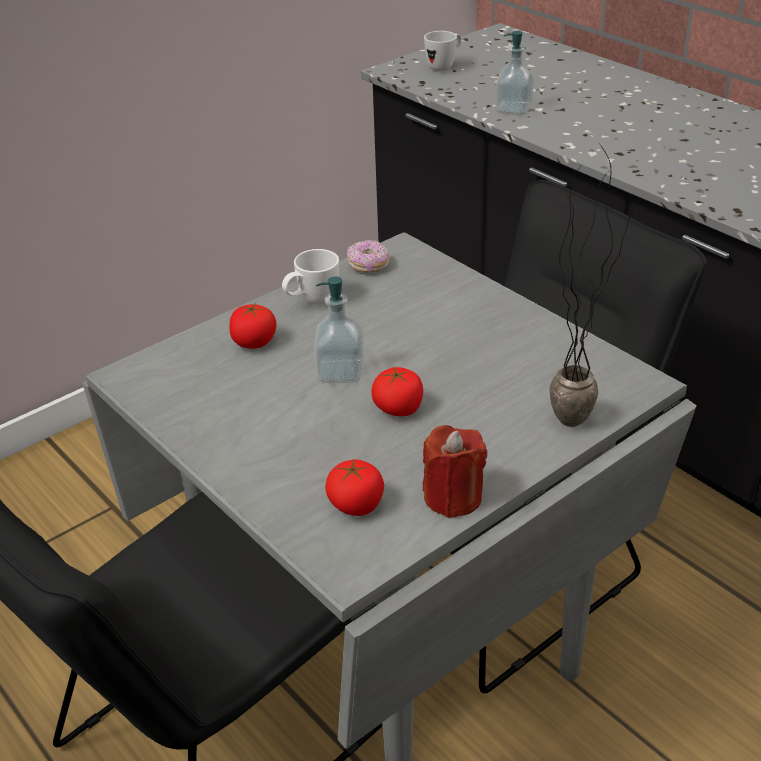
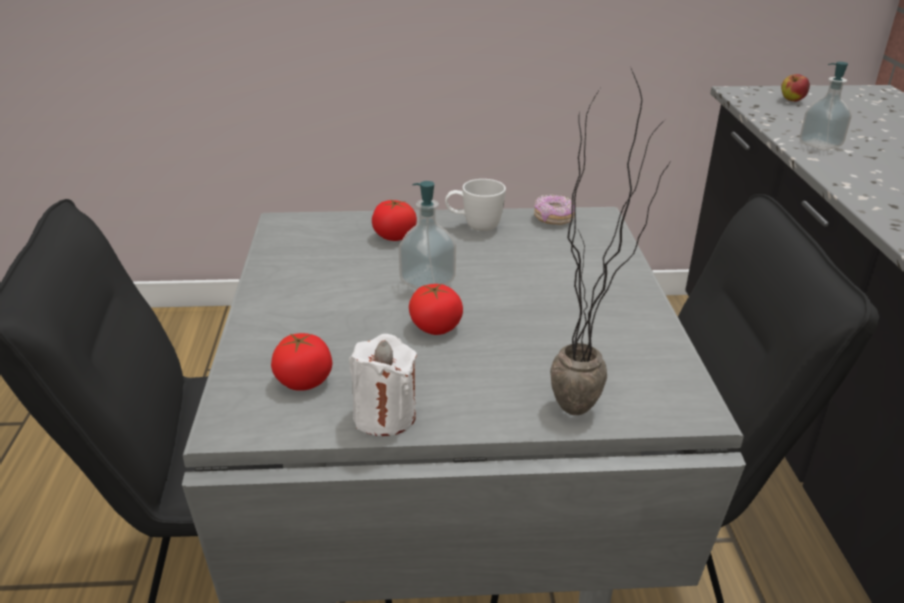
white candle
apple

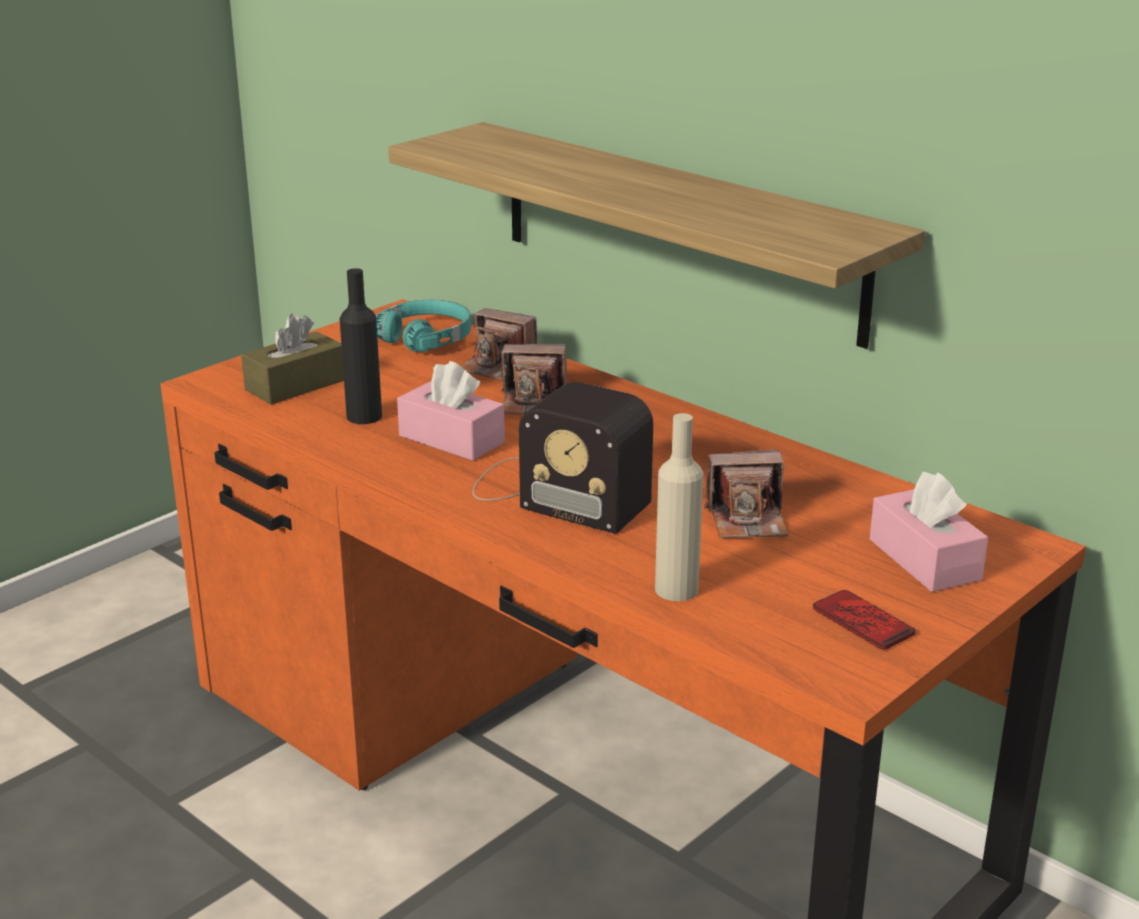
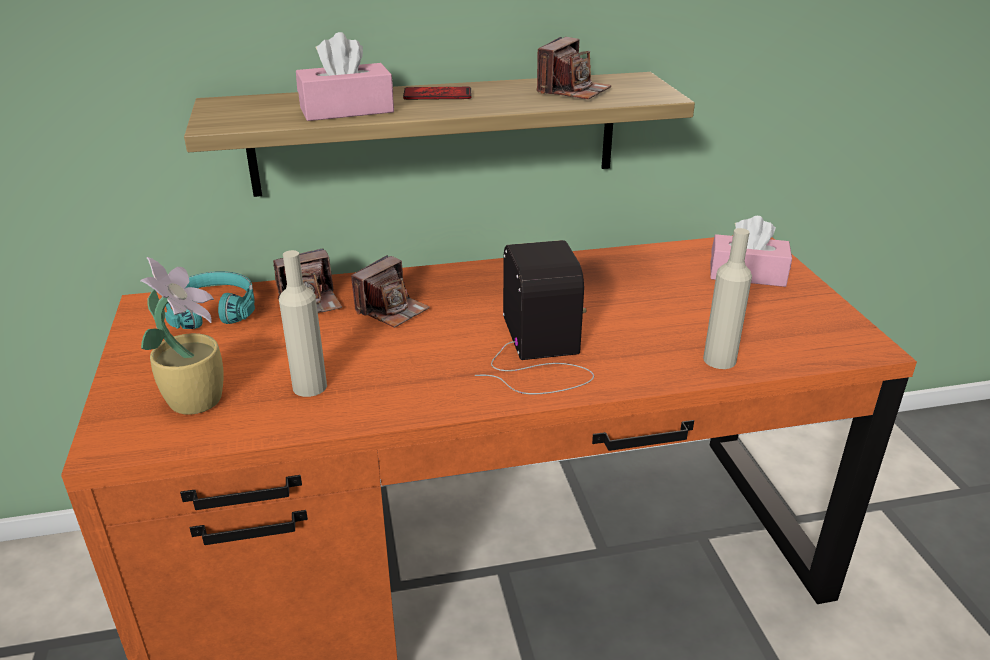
potted plant
beige bottle (1st from left)
pink tissue box (1st from left)
radio
photo camera (3rd from left)
phone

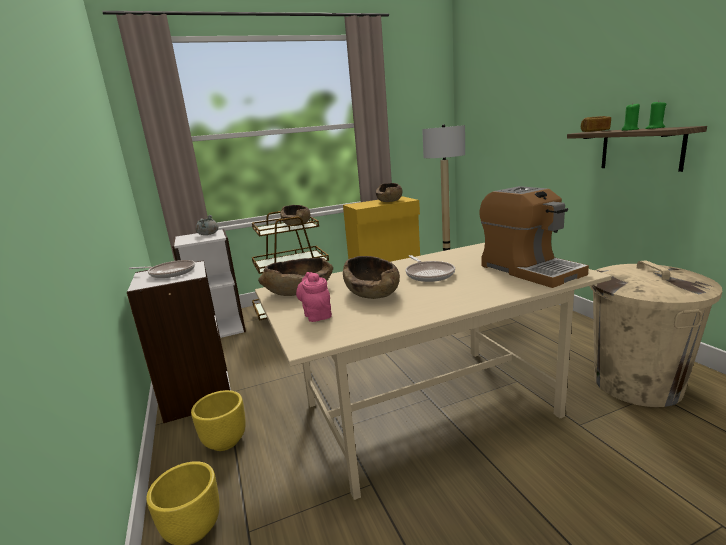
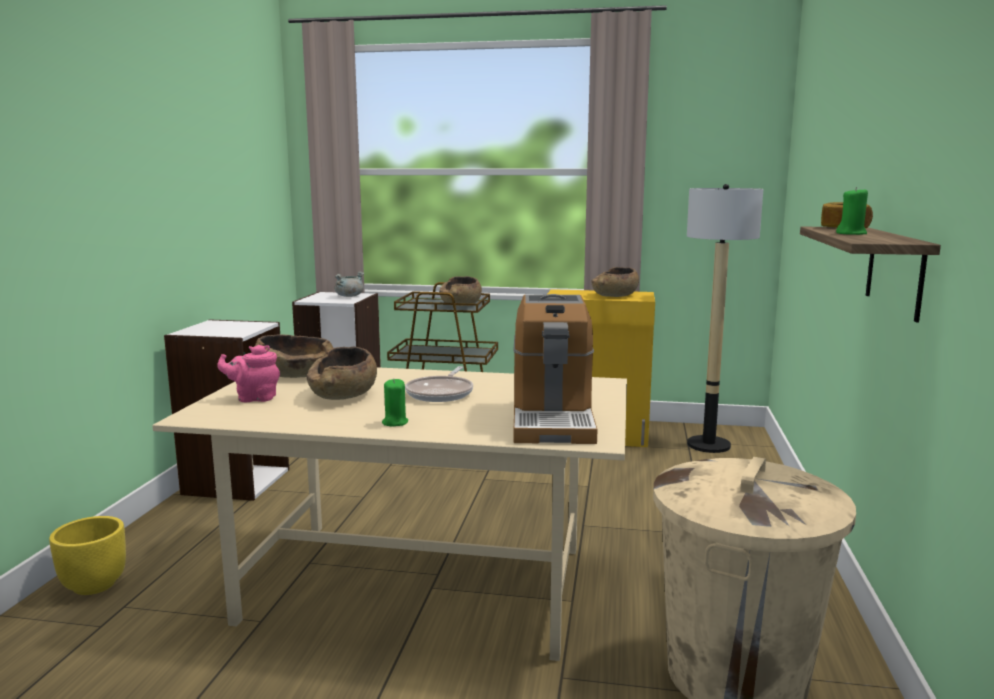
frying pan (1st from left in the first image)
yellow planter (2nd from left in the first image)
pink teapot
green candle (1st from left)

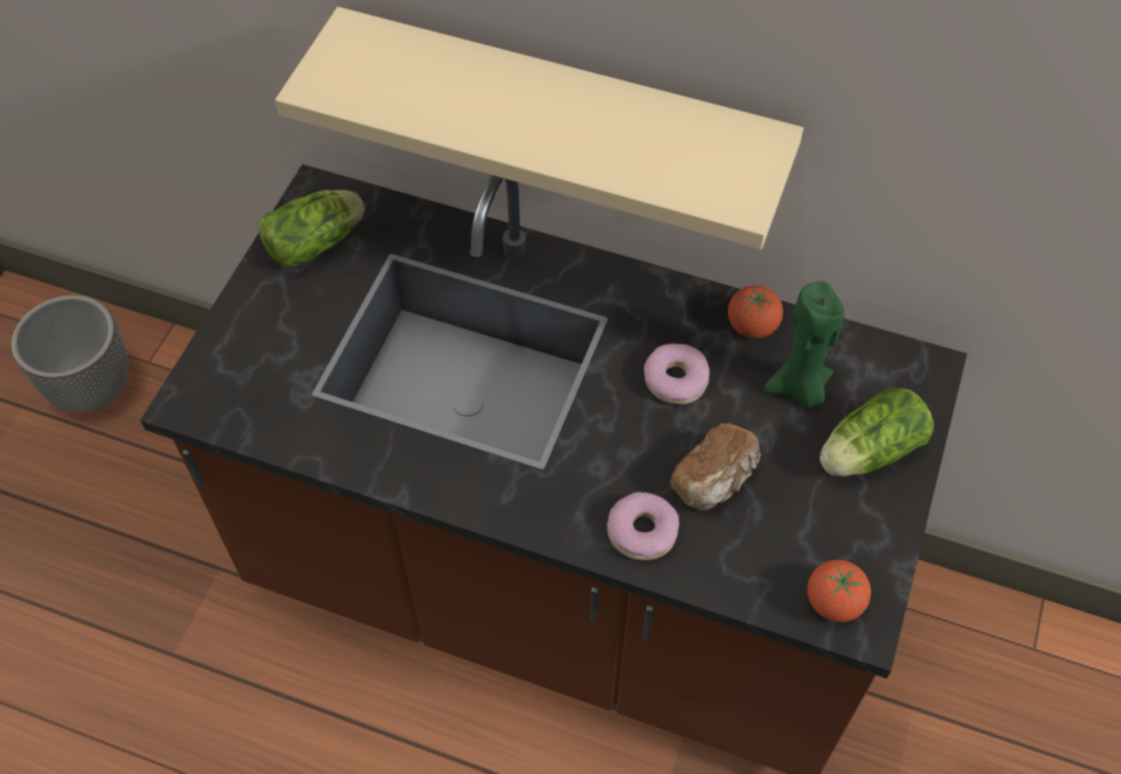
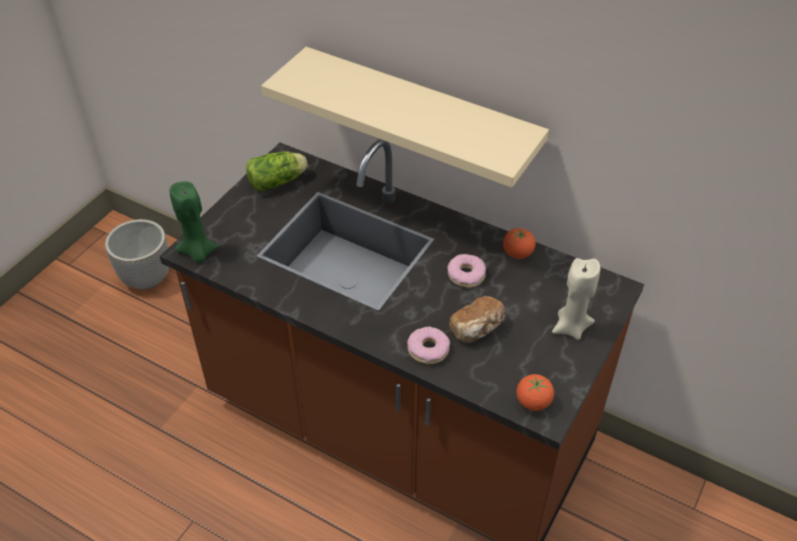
green candle
beige candle

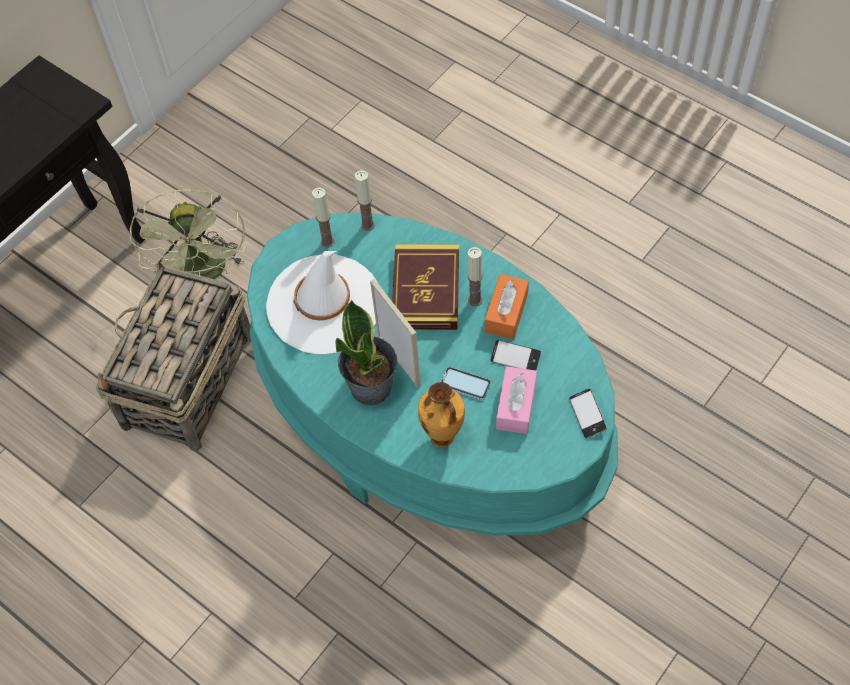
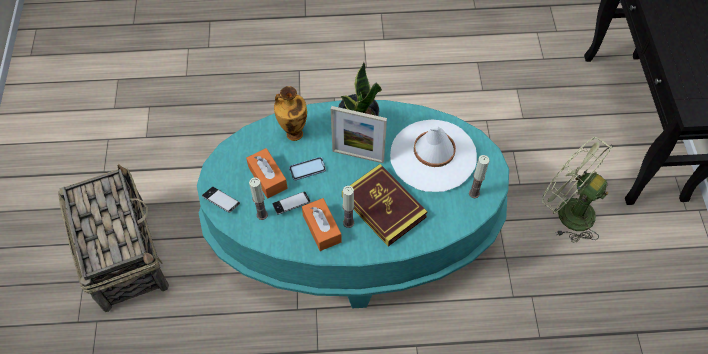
basket
candle (1st from left)
orange tissue box (1st from left)

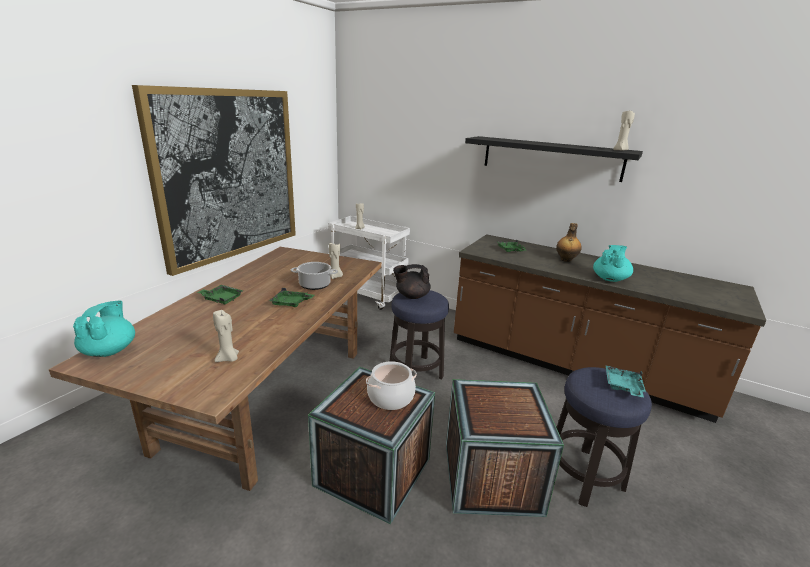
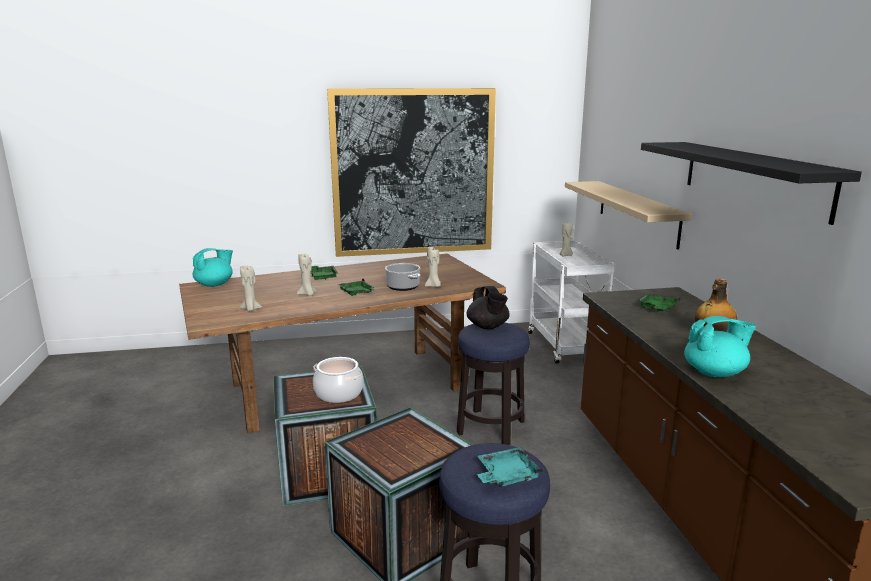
black teapot
beige candle (2nd from left)
beige shelf

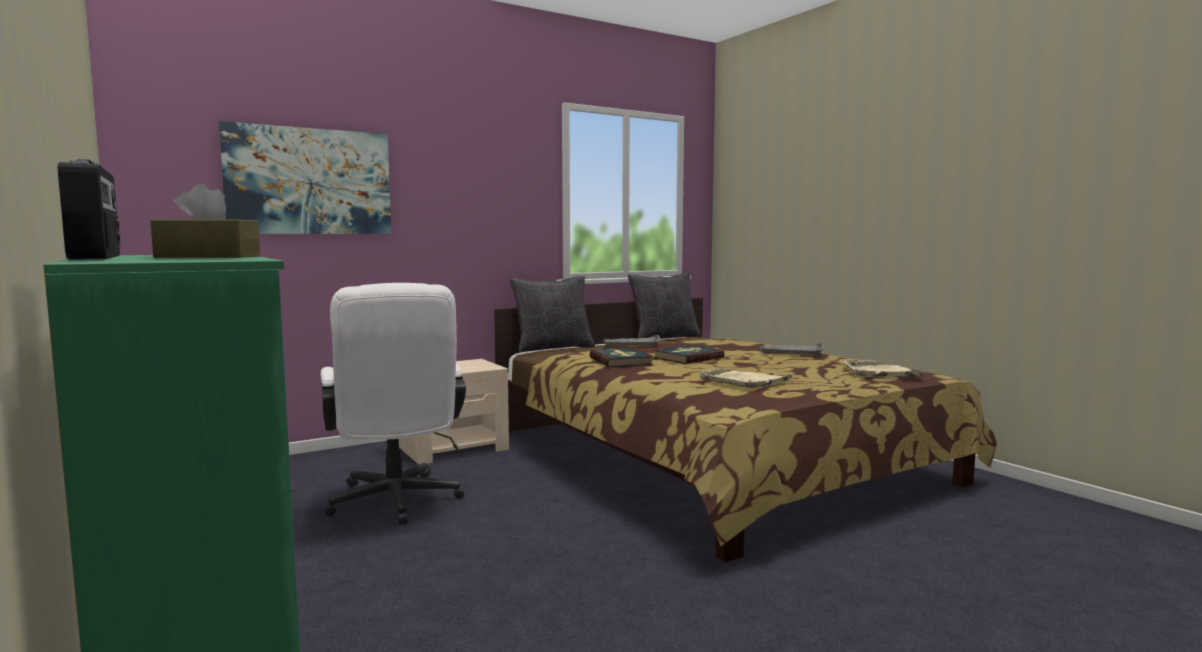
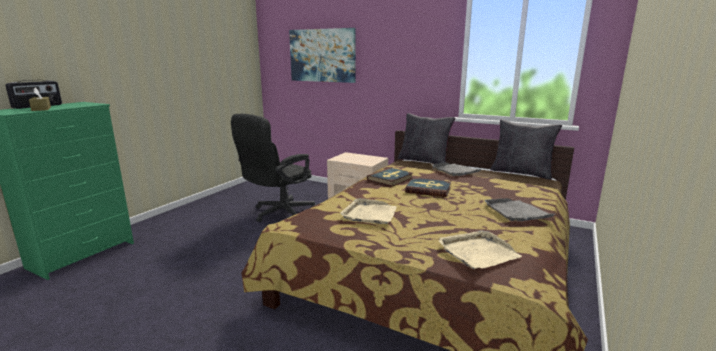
black office chair

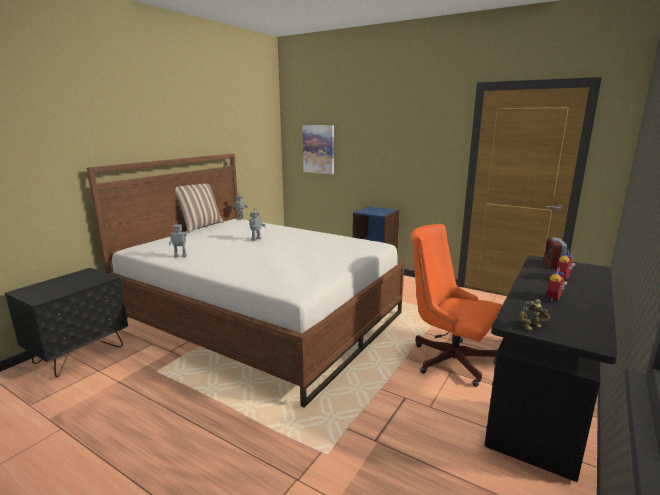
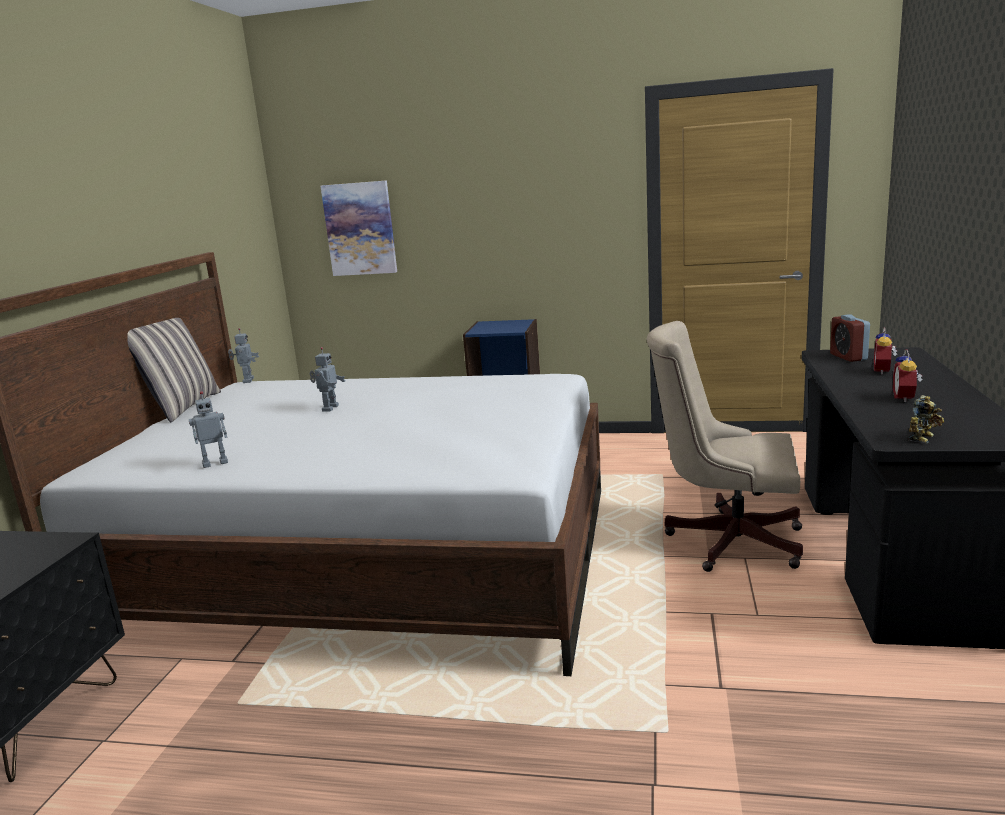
beige office chair

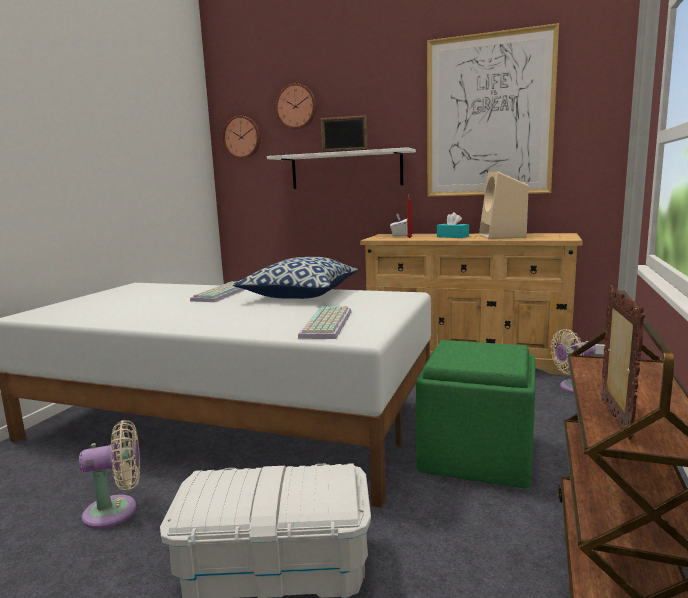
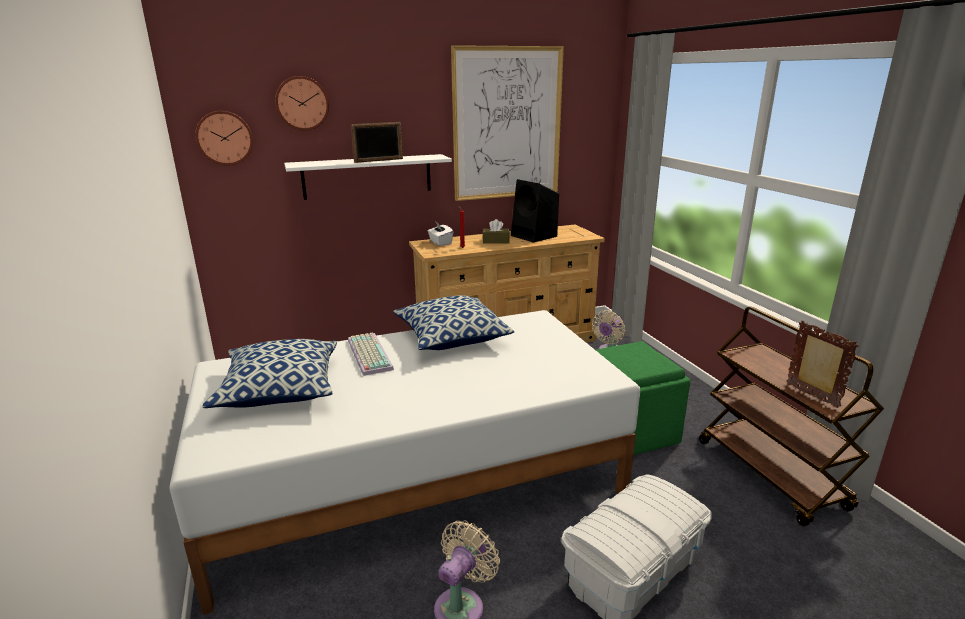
keyboard (2nd from left in the first image)
brown tissue box
black speaker
pillow (1st from left)

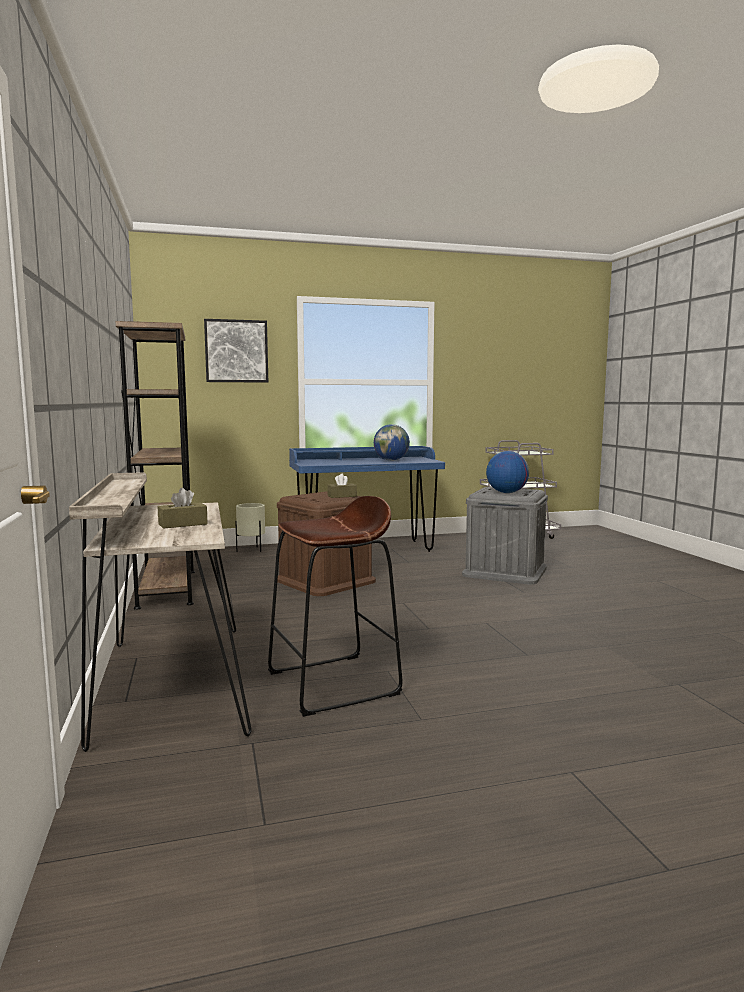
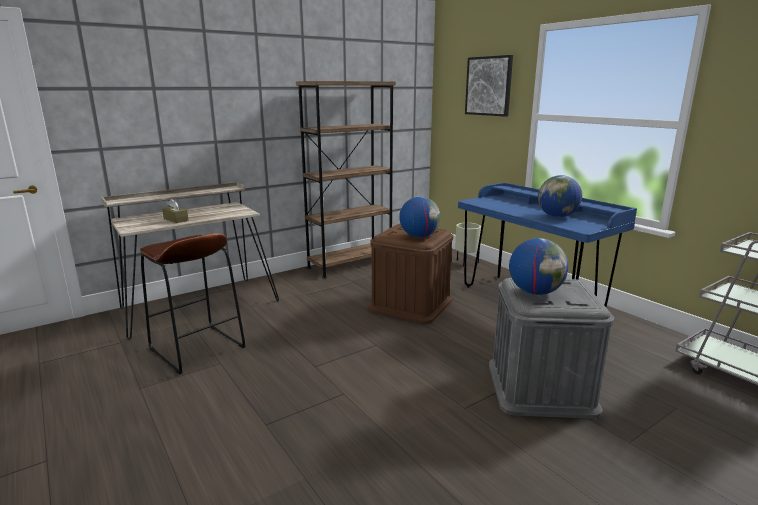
globe (1st from left)

